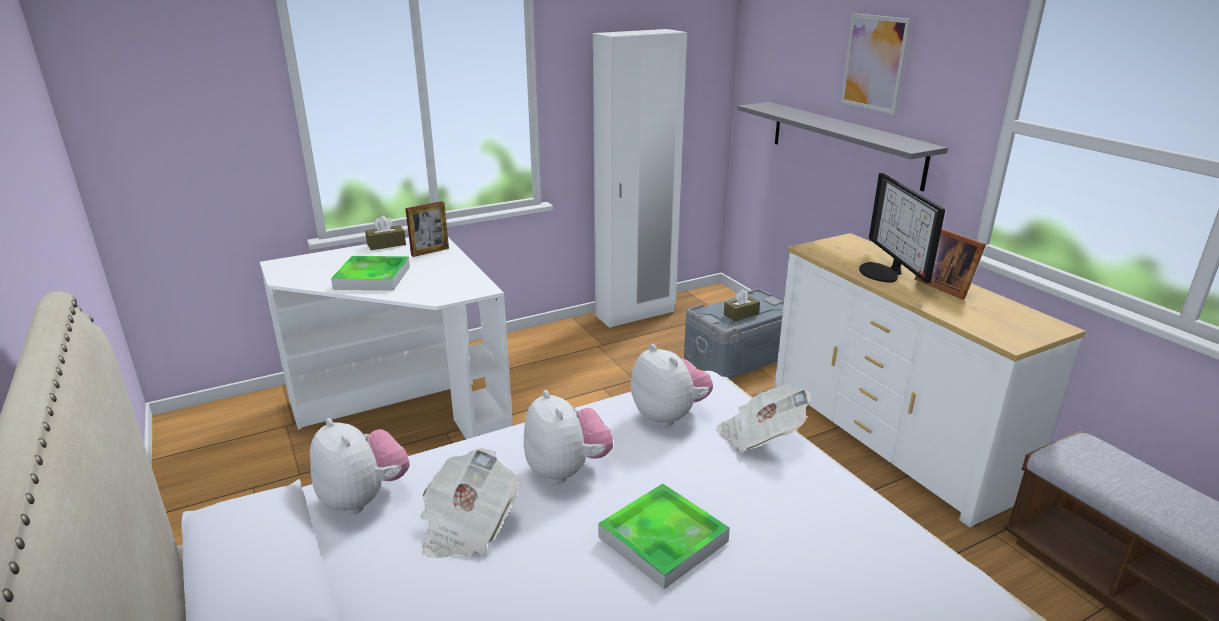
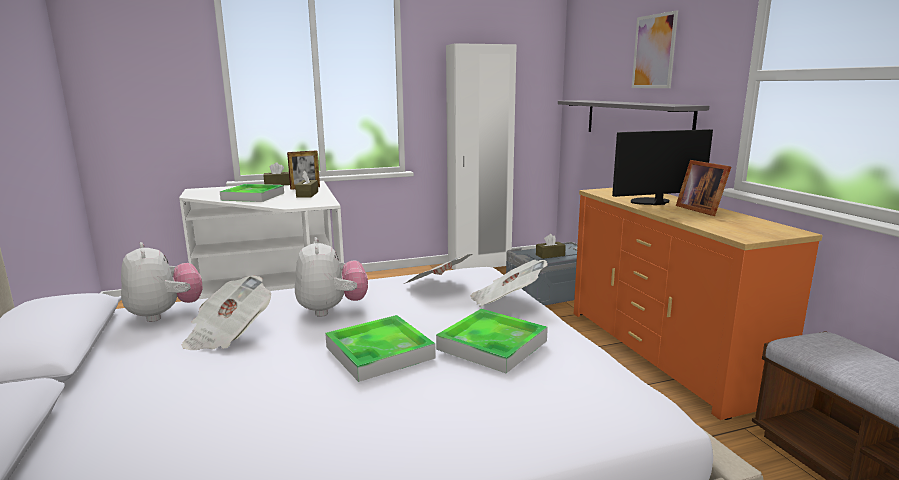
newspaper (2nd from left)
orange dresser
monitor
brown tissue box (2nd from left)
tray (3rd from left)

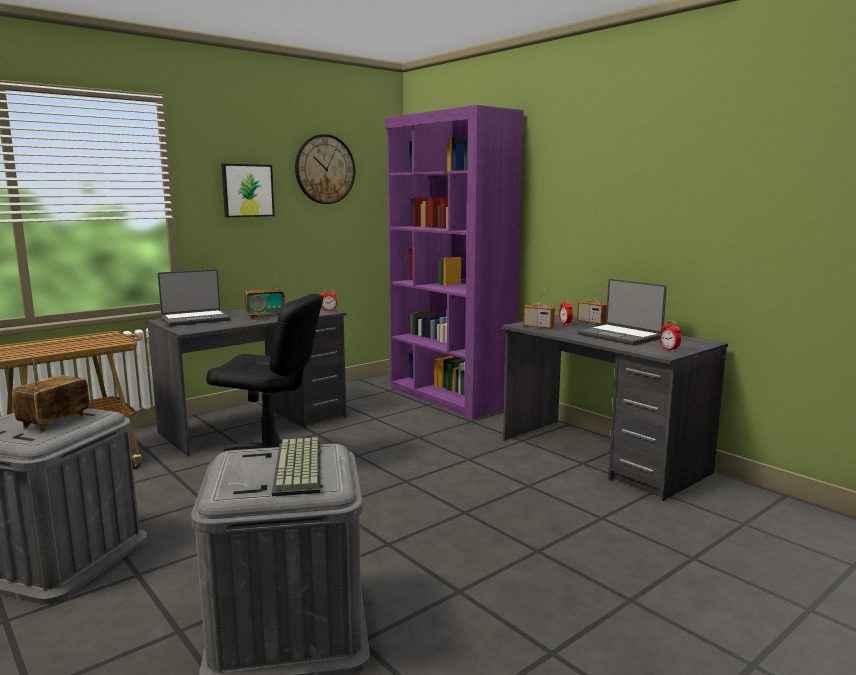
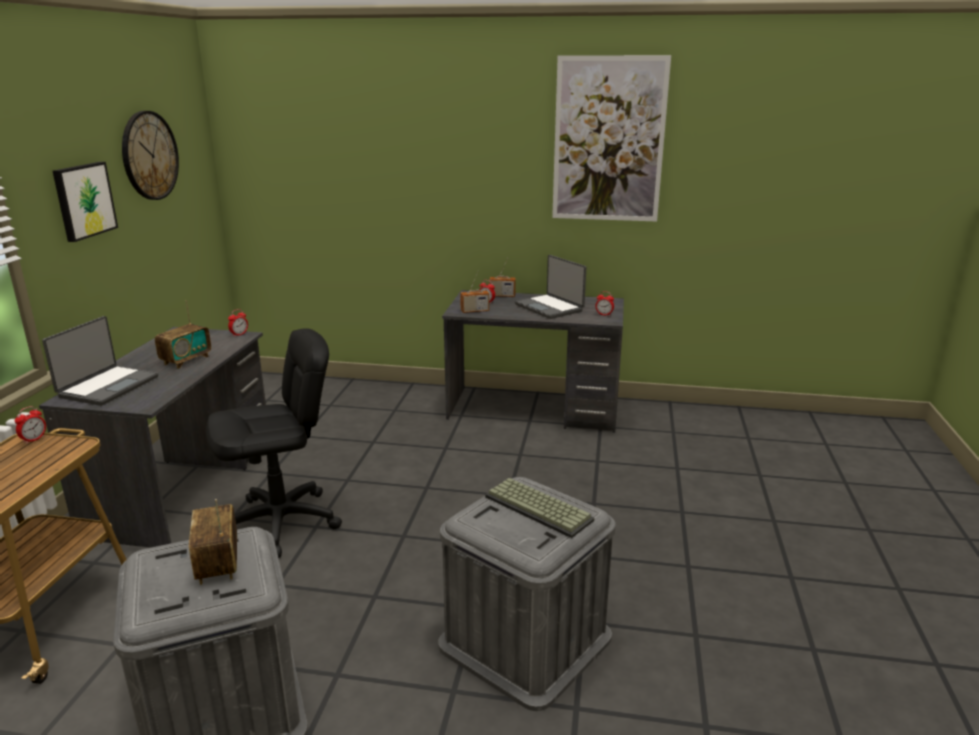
purple bookcase
laptop (2nd from left)
alarm clock (1st from left)
picture (2nd from left)

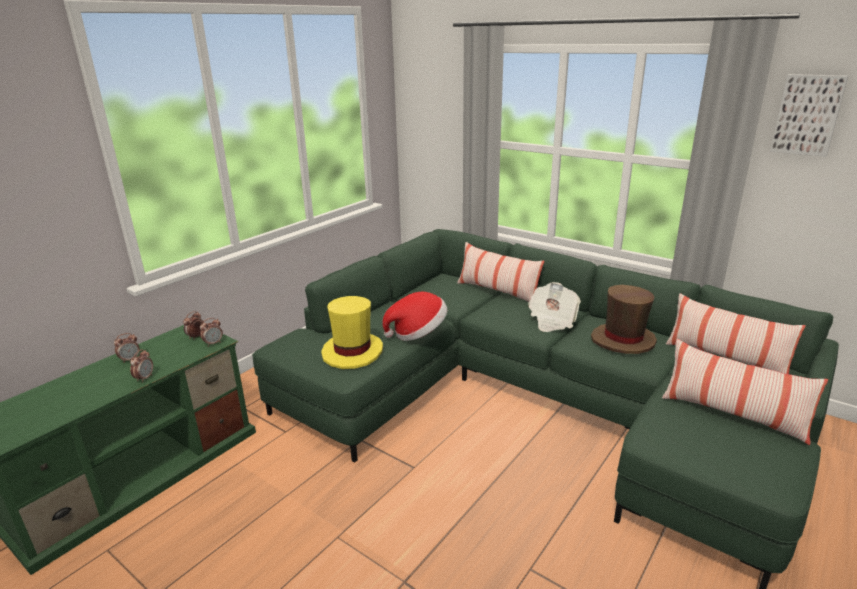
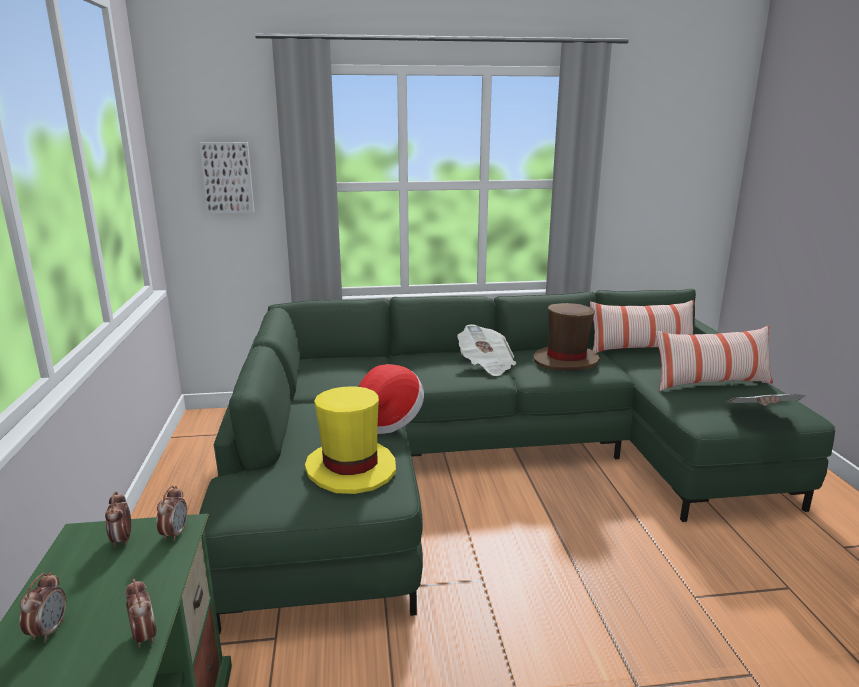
pillow (1st from left in the first image)
picture
newspaper (2nd from left)

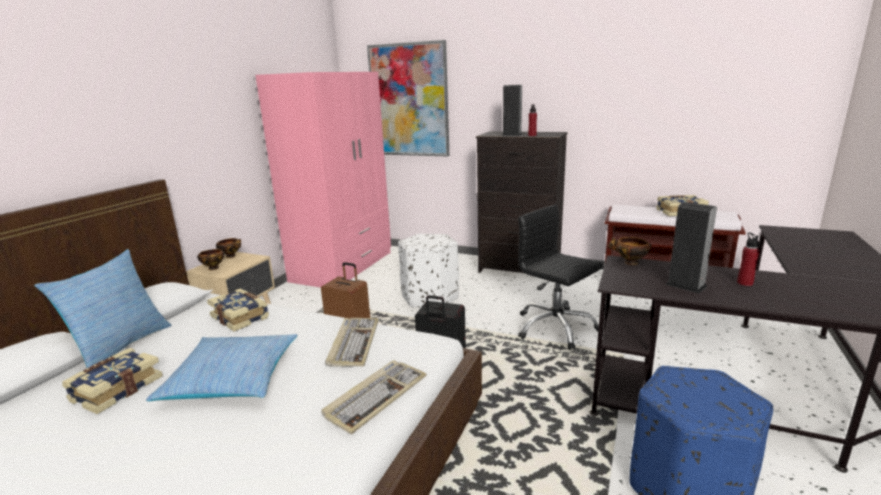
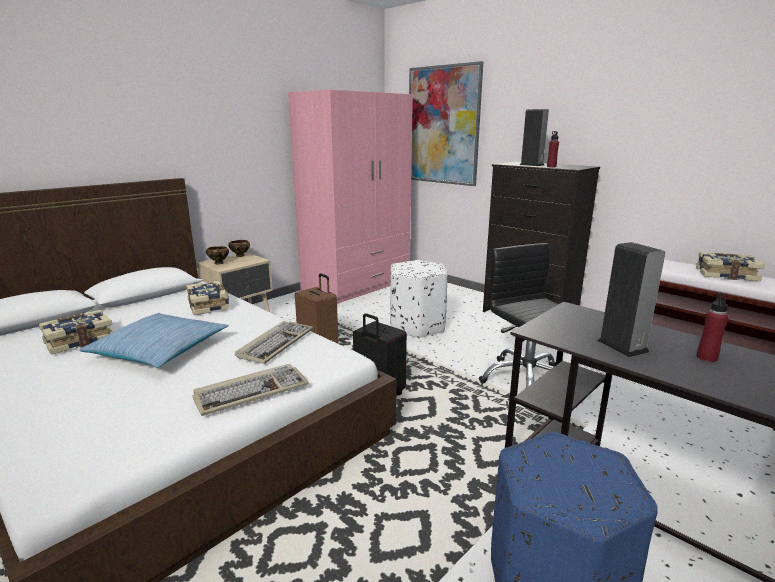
pillow (1st from left in the first image)
bowl (3rd from left in the first image)

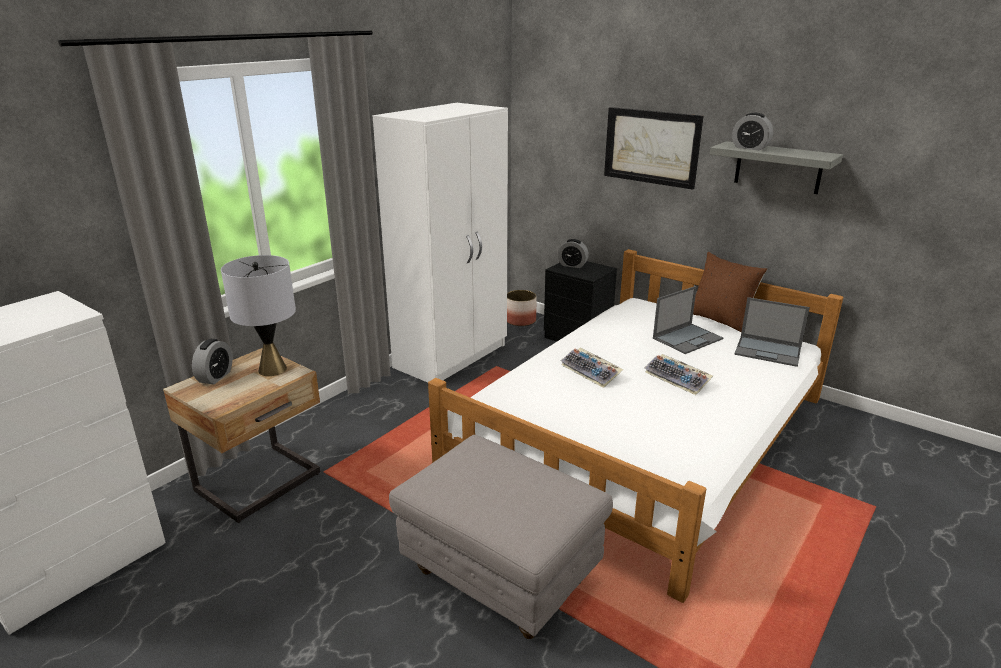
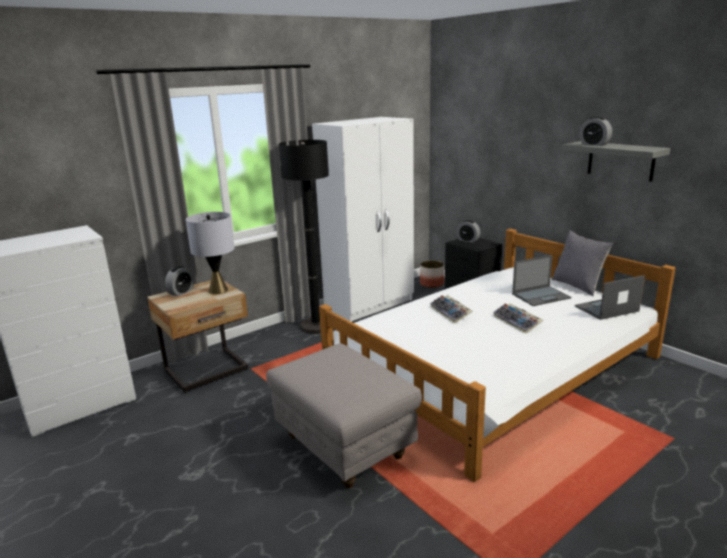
picture
grey pillow
laptop (2nd from left)
black floor lamp

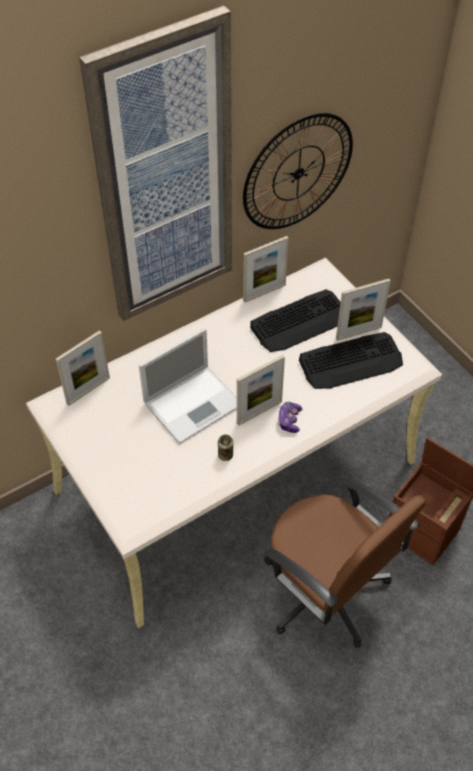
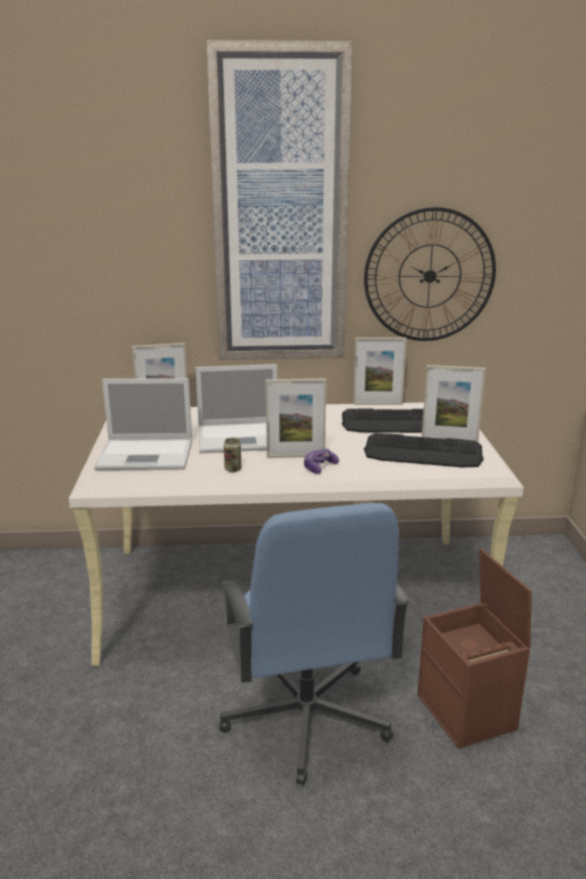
blue office chair
laptop (1st from left)

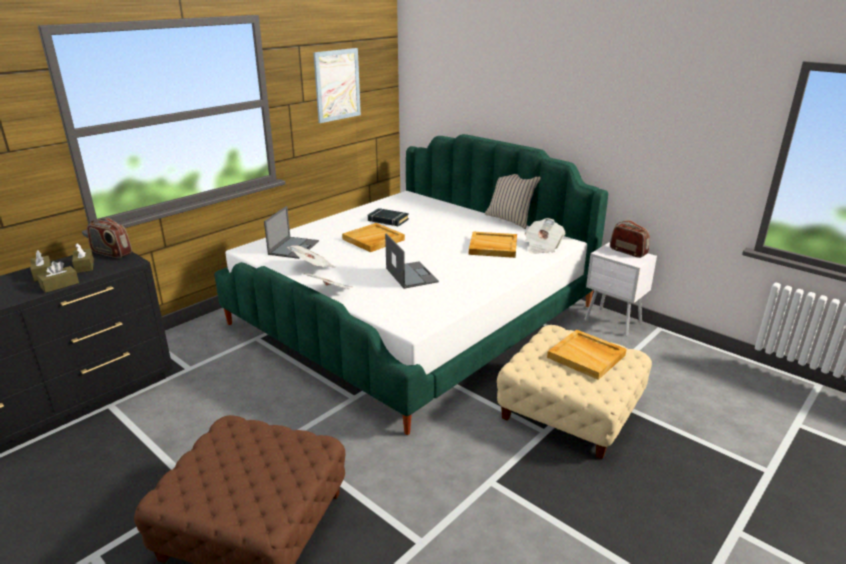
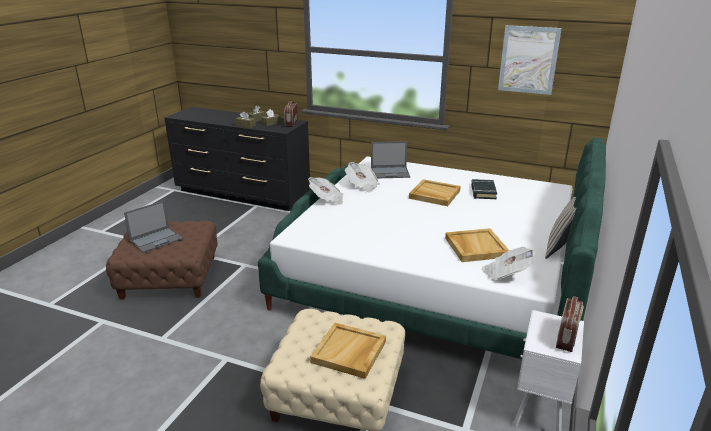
laptop (1st from left)

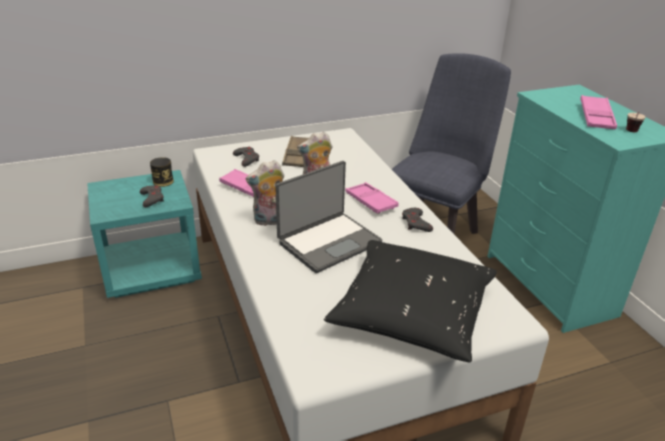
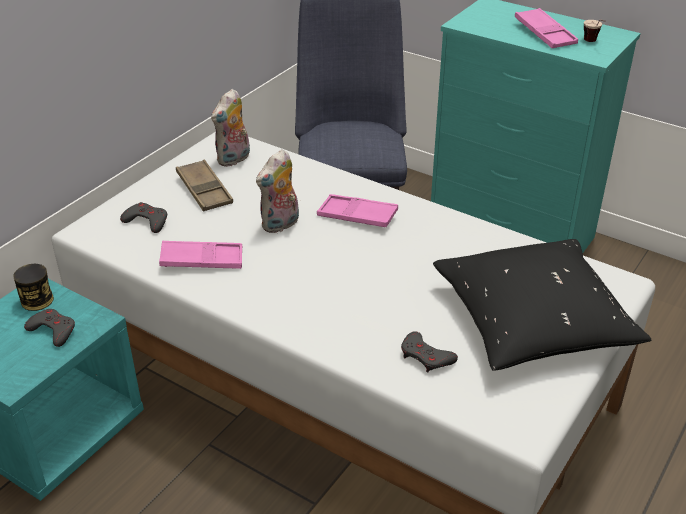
plush toy (1st from left)
laptop
grey game controller (3rd from left)

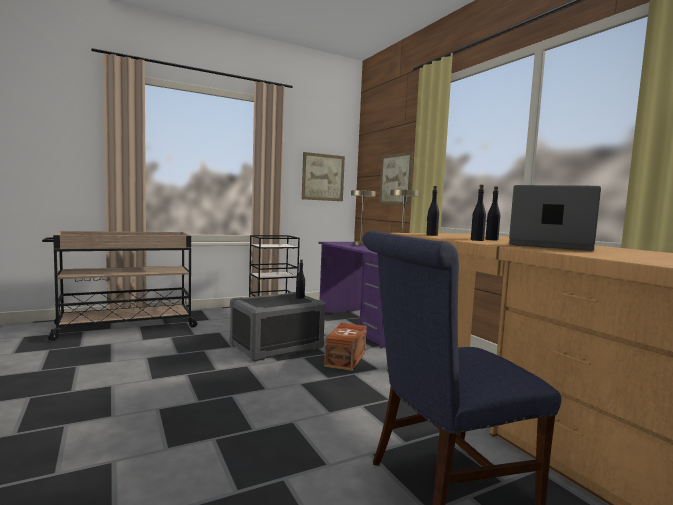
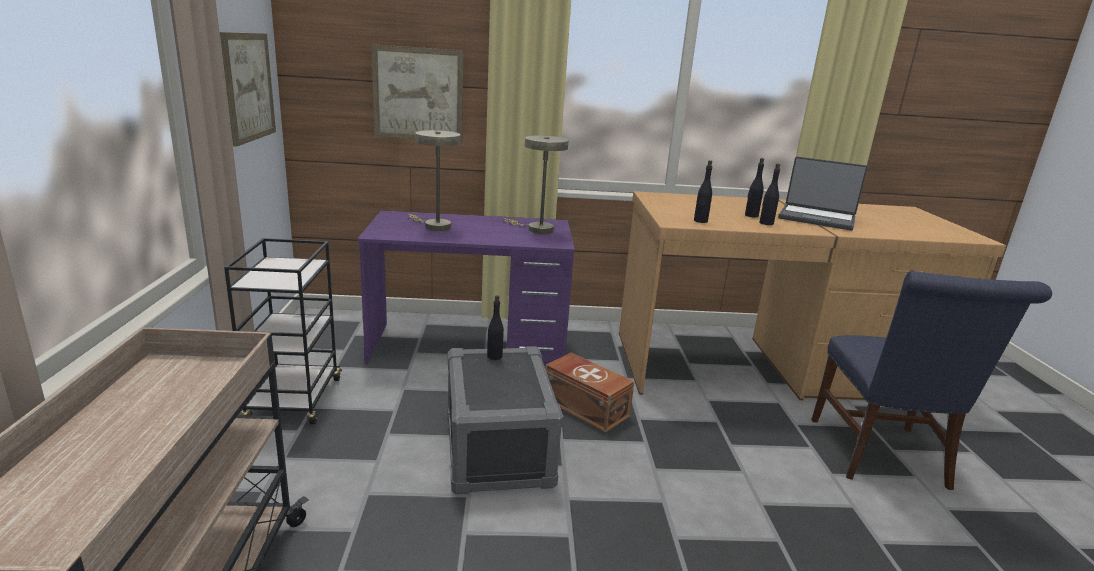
laptop

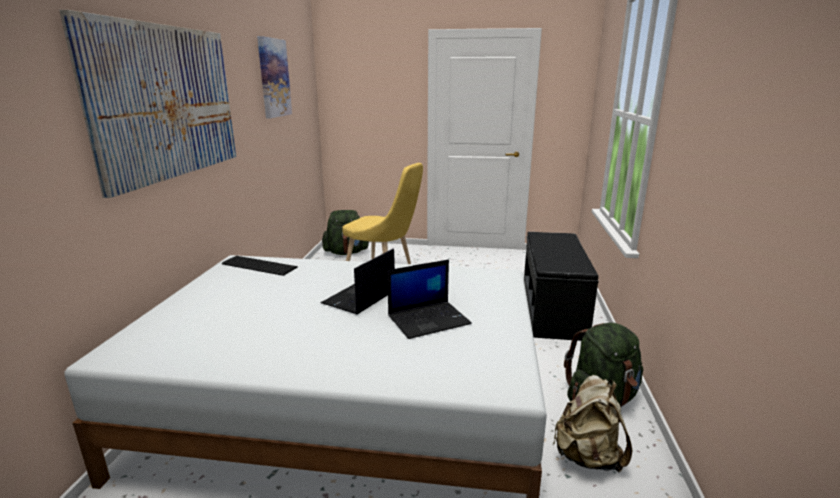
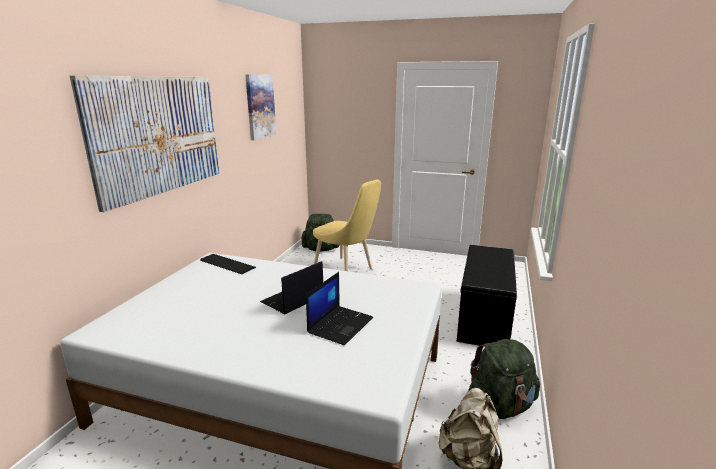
laptop (2nd from left)

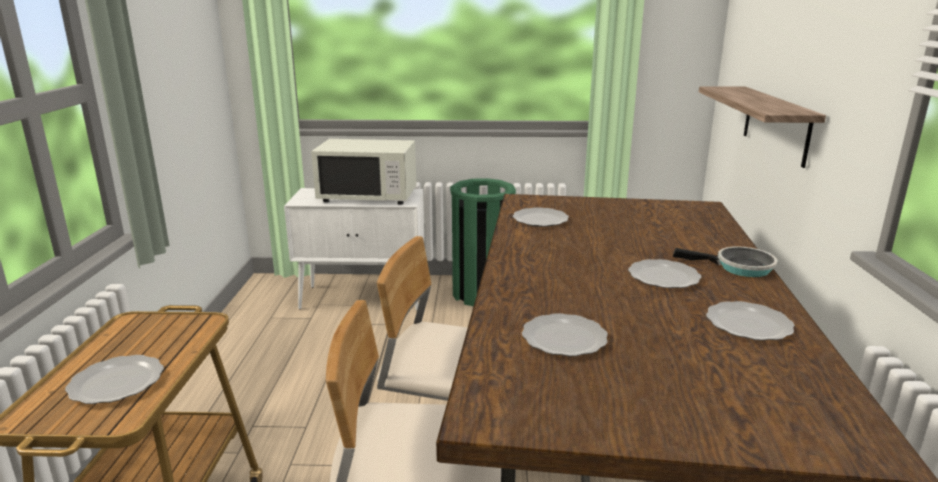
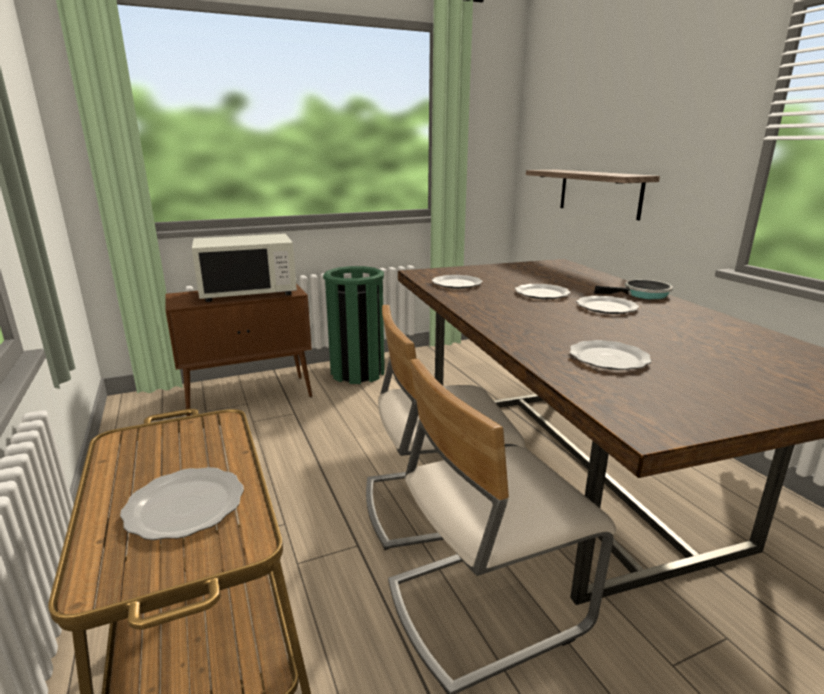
brown cabinet
plate (3rd from left)

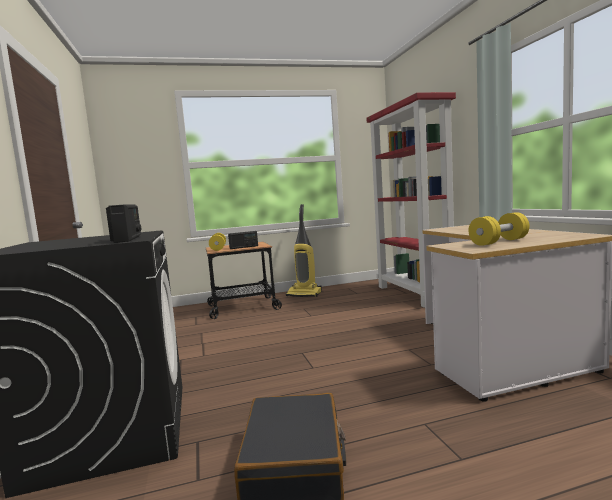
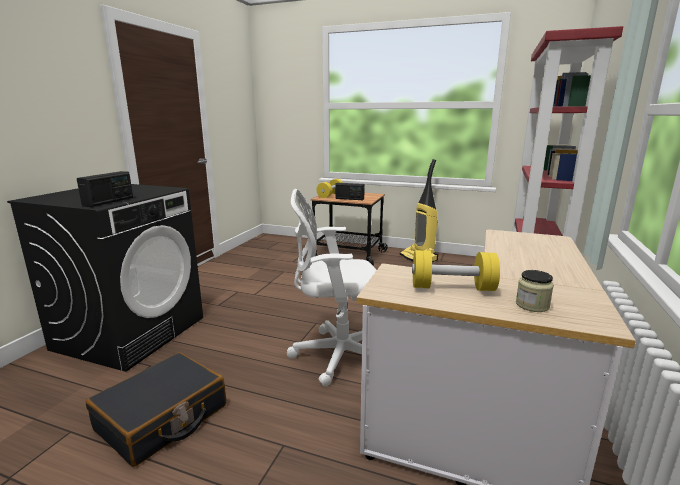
white office chair
jar

